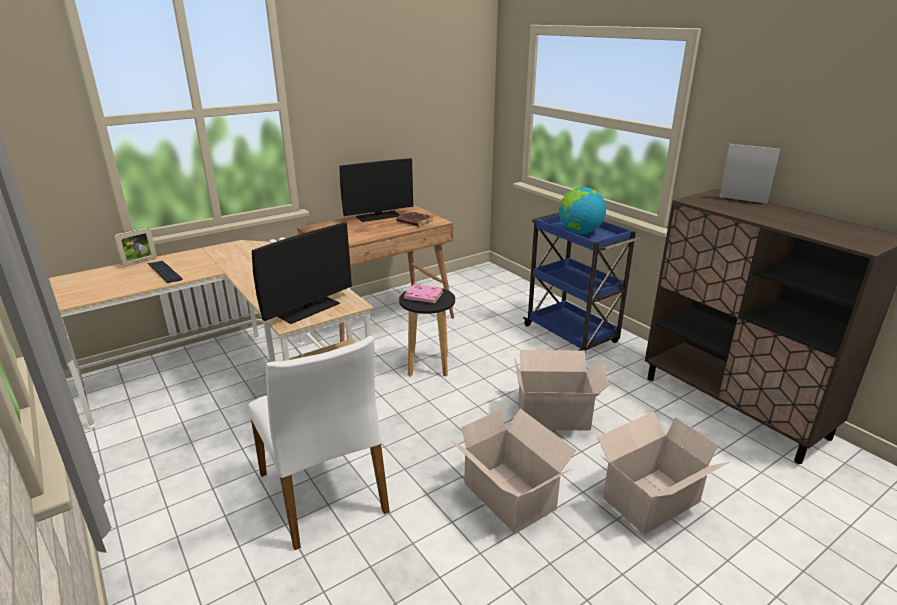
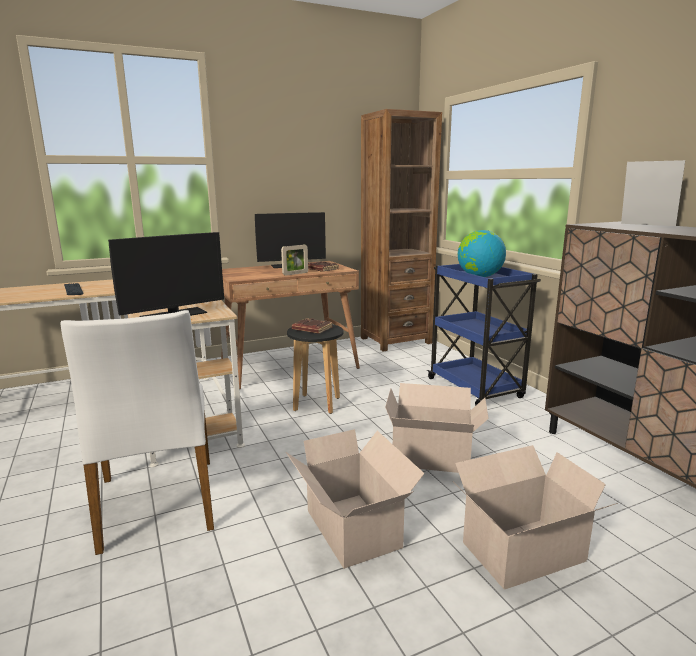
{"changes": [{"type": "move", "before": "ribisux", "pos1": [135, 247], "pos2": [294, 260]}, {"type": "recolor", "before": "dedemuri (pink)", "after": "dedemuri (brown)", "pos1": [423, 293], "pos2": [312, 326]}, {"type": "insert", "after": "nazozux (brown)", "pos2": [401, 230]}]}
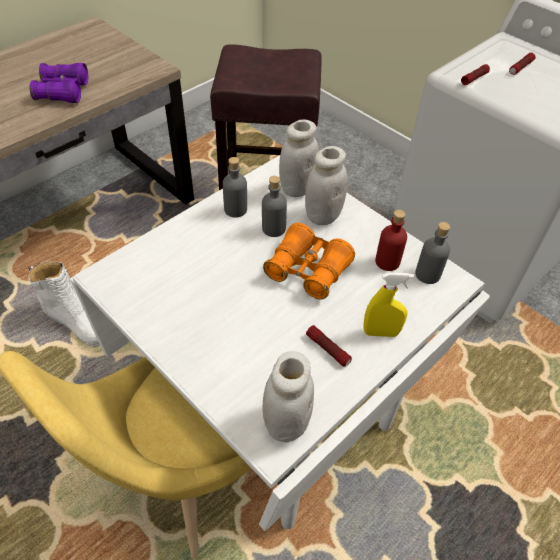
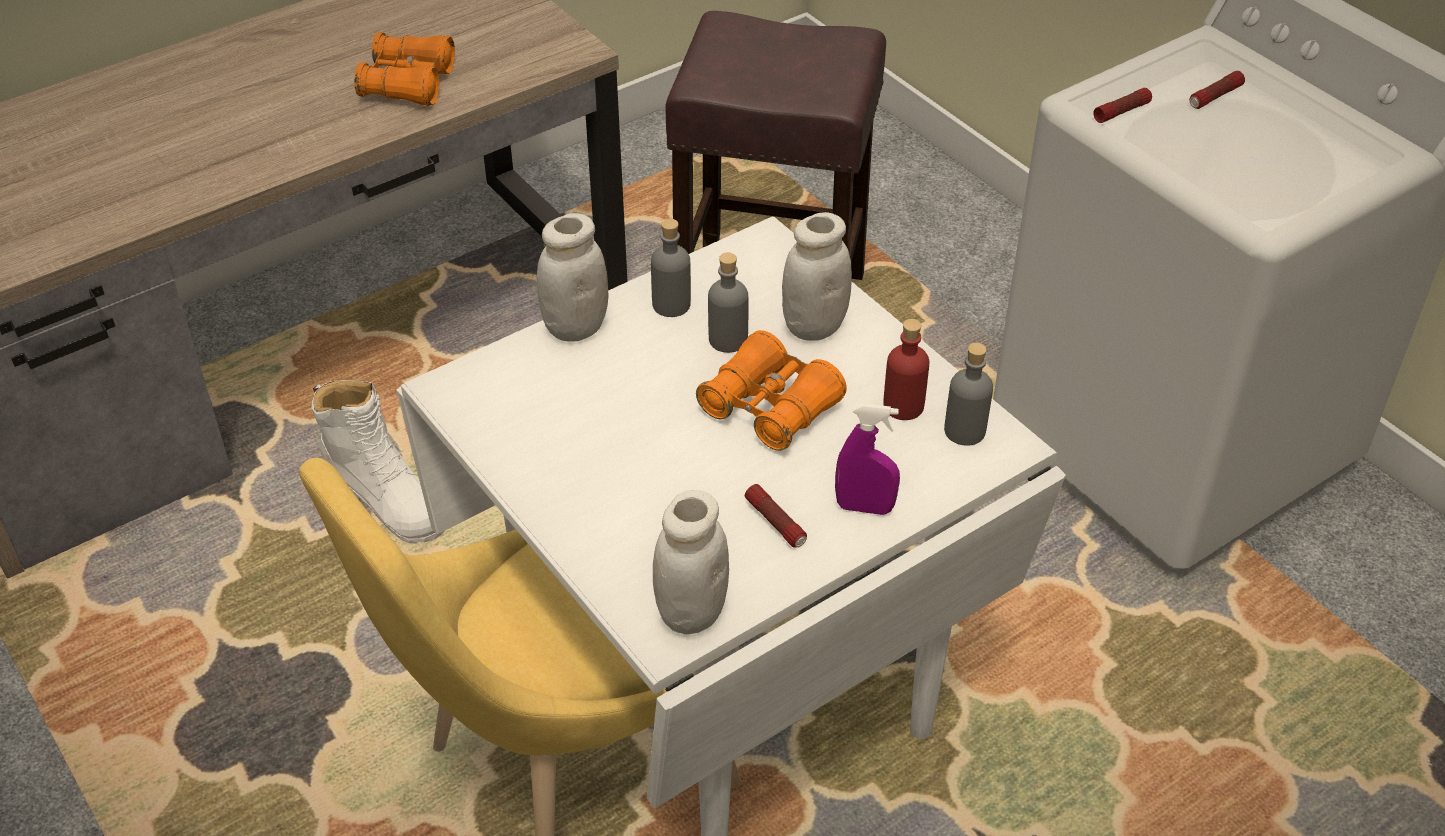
{"changes": [{"type": "recolor", "before": "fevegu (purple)", "after": "fevegu (orange)", "pos1": [59, 83], "pos2": [404, 69]}, {"type": "move", "before": "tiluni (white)", "pos1": [299, 158], "pos2": [573, 277]}, {"type": "recolor", "before": "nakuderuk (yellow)", "after": "nakuderuk (purple)", "pos1": [388, 304], "pos2": [867, 459]}]}
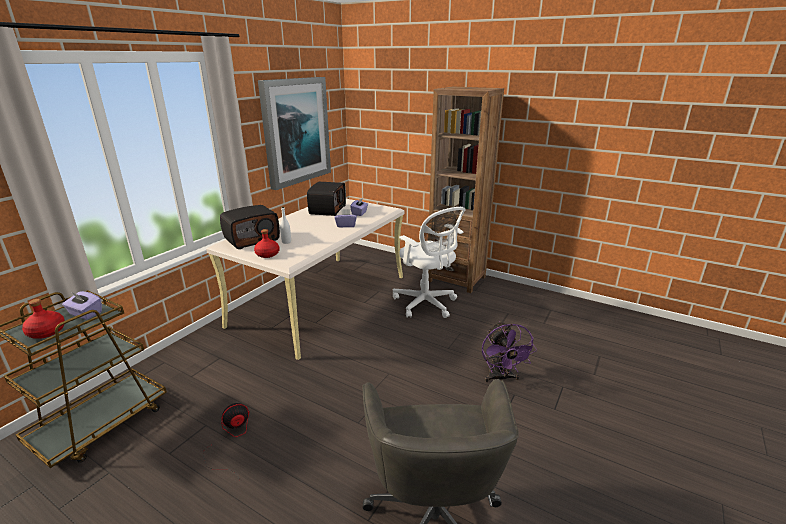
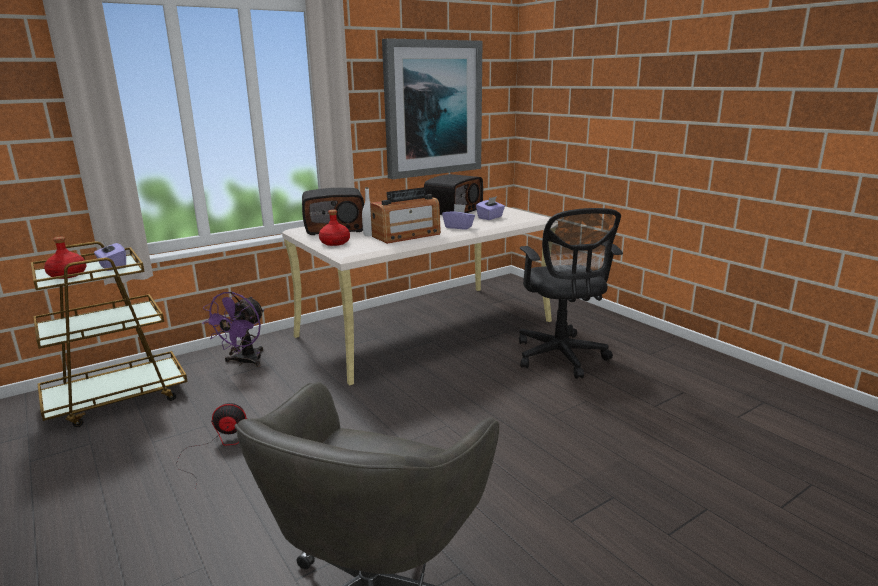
{"changes": [{"type": "move", "before": "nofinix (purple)", "pos1": [509, 351], "pos2": [233, 329]}, {"type": "insert", "after": "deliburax", "pos2": [405, 215]}, {"type": "recolor", "before": "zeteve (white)", "after": "zeteve (black)", "pos1": [429, 262], "pos2": [571, 293]}, {"type": "delete", "before": "nazozux (brown)", "pos1": [466, 190]}]}
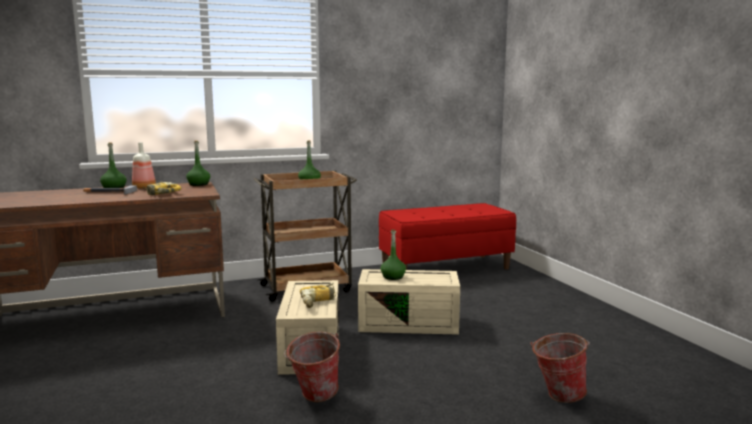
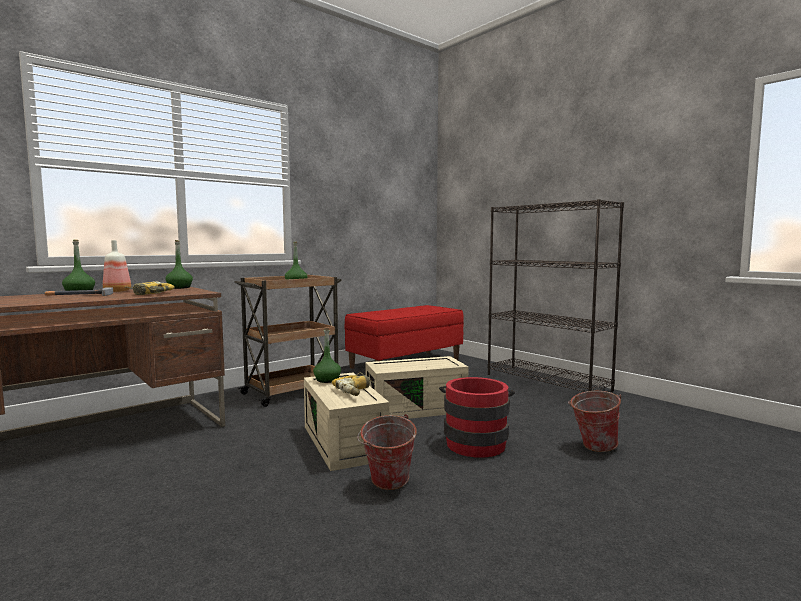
{"changes": [{"type": "move", "before": "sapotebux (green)", "pos1": [393, 255], "pos2": [327, 355]}, {"type": "insert", "after": "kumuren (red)", "pos2": [477, 417]}, {"type": "insert", "after": "nazozux (black)", "pos2": [555, 295]}]}
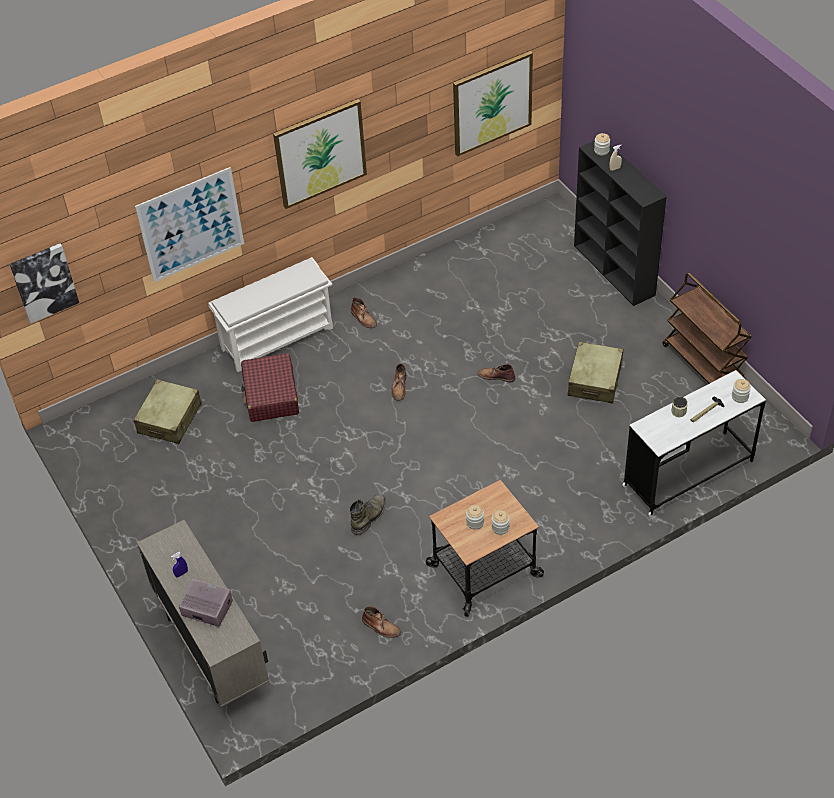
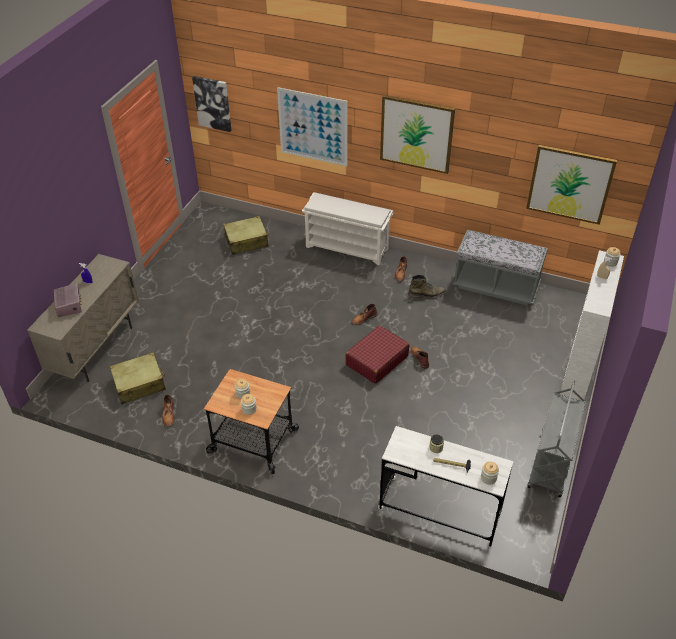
{"changes": [{"type": "move", "before": "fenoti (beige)", "pos1": [595, 373], "pos2": [138, 378]}, {"type": "move", "before": "fenoti (red)", "pos1": [270, 387], "pos2": [377, 354]}, {"type": "move", "before": "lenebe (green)", "pos1": [367, 514], "pos2": [427, 286]}, {"type": "insert", "after": "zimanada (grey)", "pos2": [500, 267]}, {"type": "recolor", "before": "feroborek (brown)", "after": "feroborek (grey)", "pos1": [707, 328], "pos2": [556, 439]}, {"type": "recolor", "before": "nazozux (black)", "after": "nazozux (white)", "pos1": [620, 223], "pos2": [592, 325]}]}
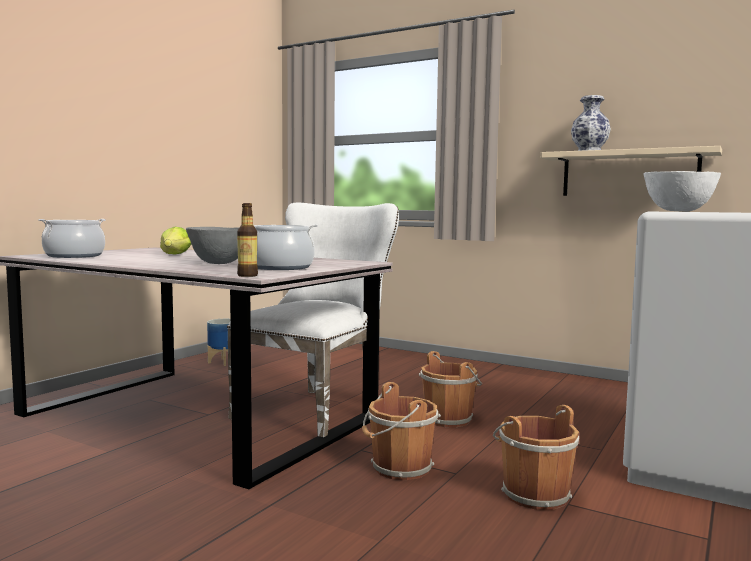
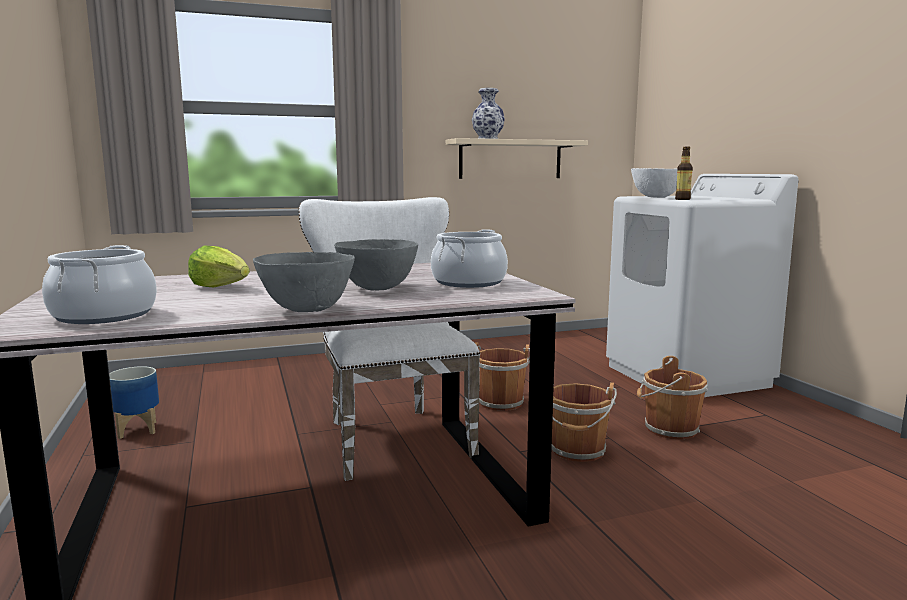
{"changes": [{"type": "insert", "after": "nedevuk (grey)", "pos2": [304, 282]}, {"type": "move", "before": "sapotebux", "pos1": [247, 240], "pos2": [684, 173]}]}
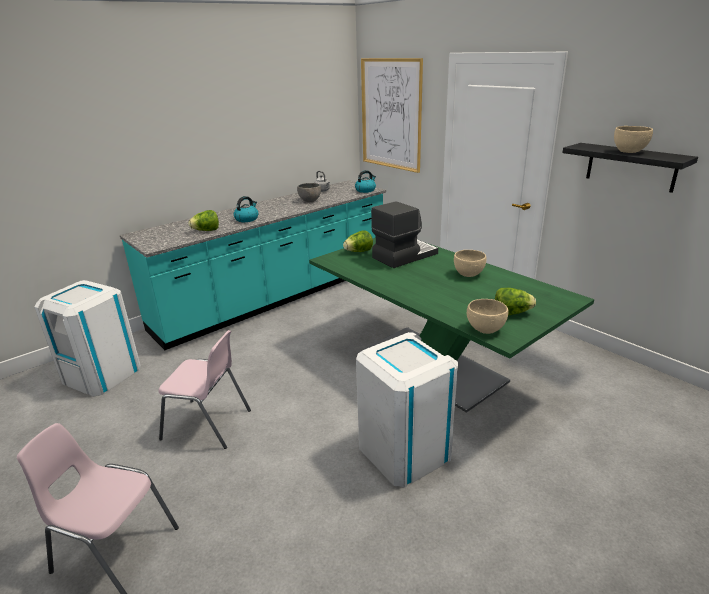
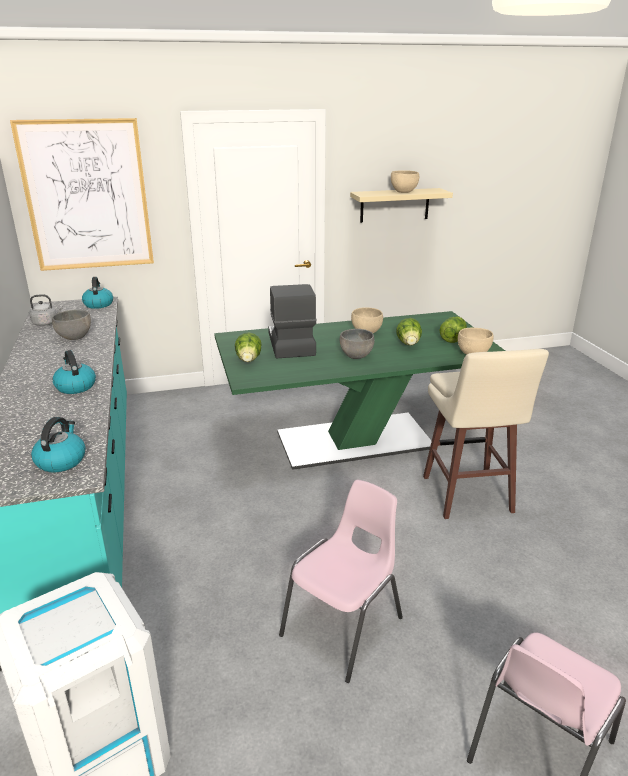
{"changes": [{"type": "insert", "after": "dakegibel", "pos2": [58, 444]}, {"type": "insert", "after": "nedevuk (grey)", "pos2": [357, 344]}, {"type": "recolor", "before": "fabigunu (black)", "after": "fabigunu (beige)", "pos1": [630, 168], "pos2": [401, 205]}, {"type": "move", "before": "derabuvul", "pos1": [204, 220], "pos2": [409, 331]}, {"type": "replace", "before": "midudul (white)", "after": "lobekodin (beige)", "pos1": [407, 409], "pos2": [486, 434]}]}
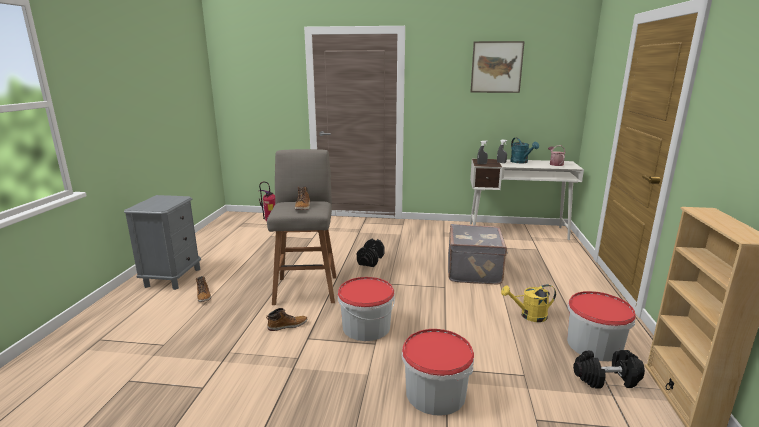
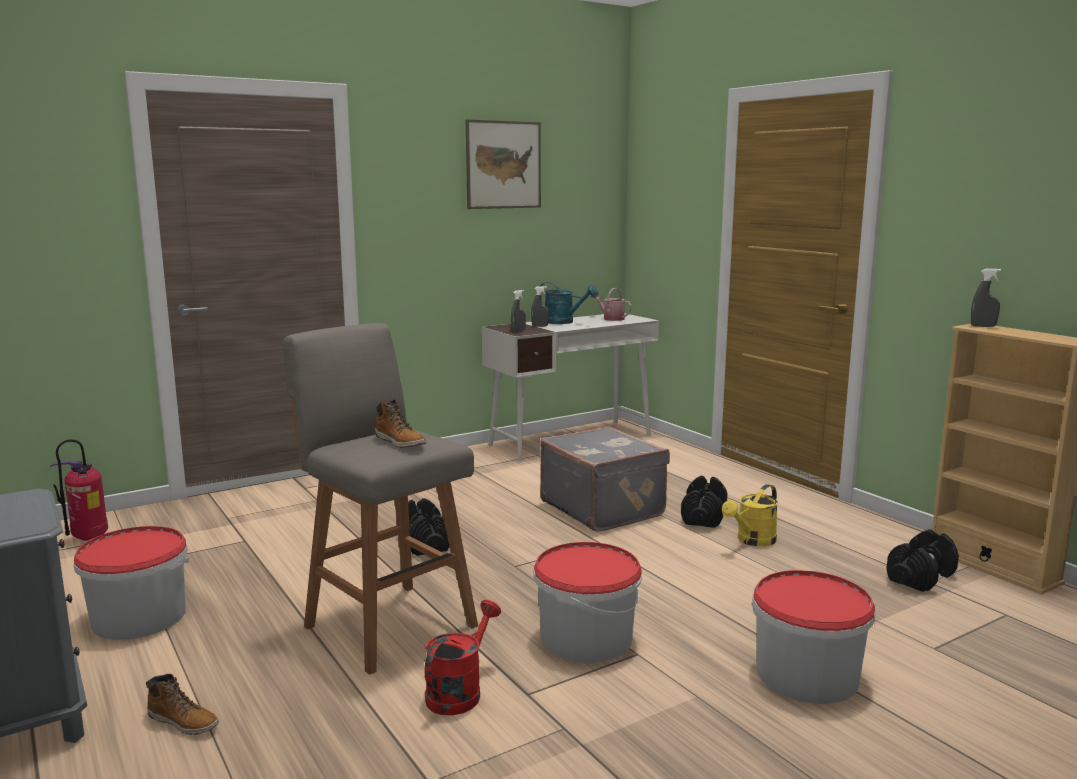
{"changes": [{"type": "move", "before": "kumuren", "pos1": [601, 326], "pos2": [131, 583]}, {"type": "replace", "before": "lenebe", "after": "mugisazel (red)", "pos1": [287, 319], "pos2": [463, 657]}, {"type": "insert", "after": "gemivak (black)", "pos2": [704, 502]}, {"type": "insert", "after": "nakuderuk (grey)", "pos2": [986, 298]}]}
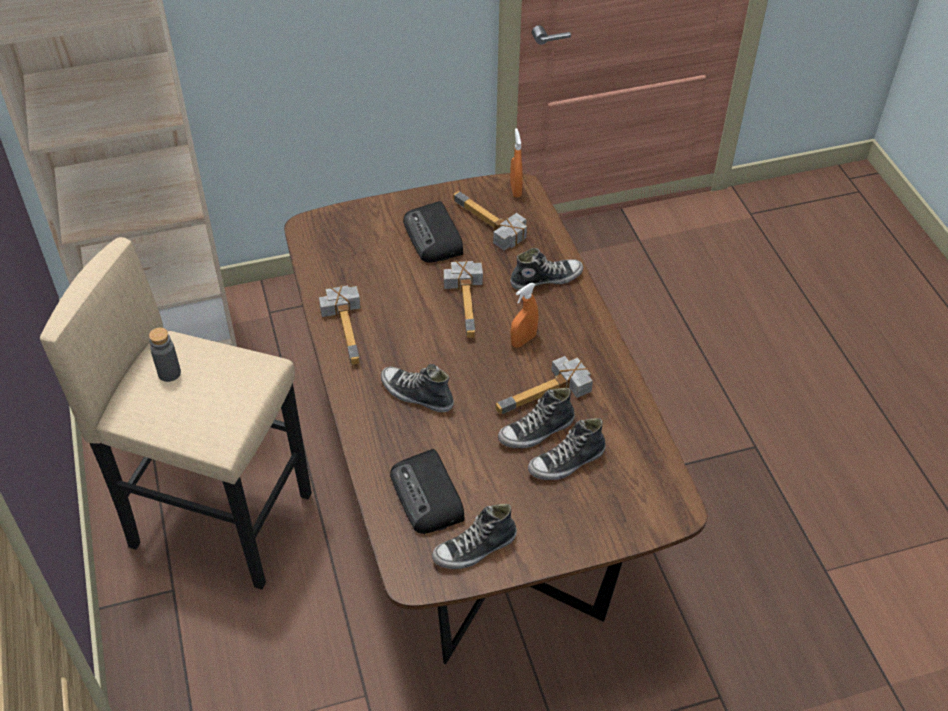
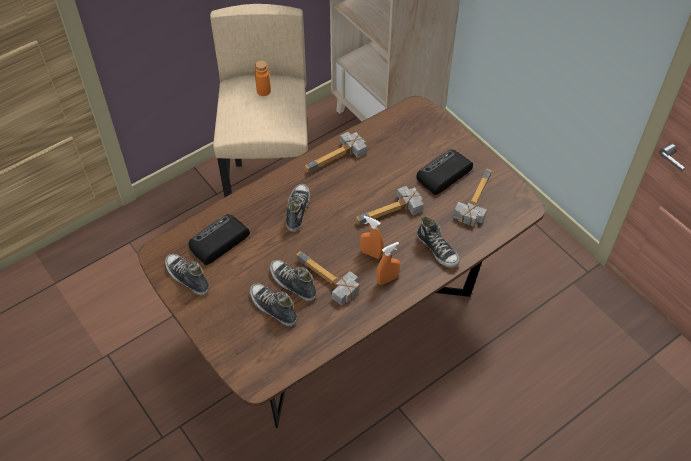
{"changes": [{"type": "recolor", "before": "sapotebux (grey)", "after": "sapotebux (orange)", "pos1": [165, 354], "pos2": [263, 78]}, {"type": "move", "before": "nakuderuk (orange)", "pos1": [516, 163], "pos2": [388, 263]}]}
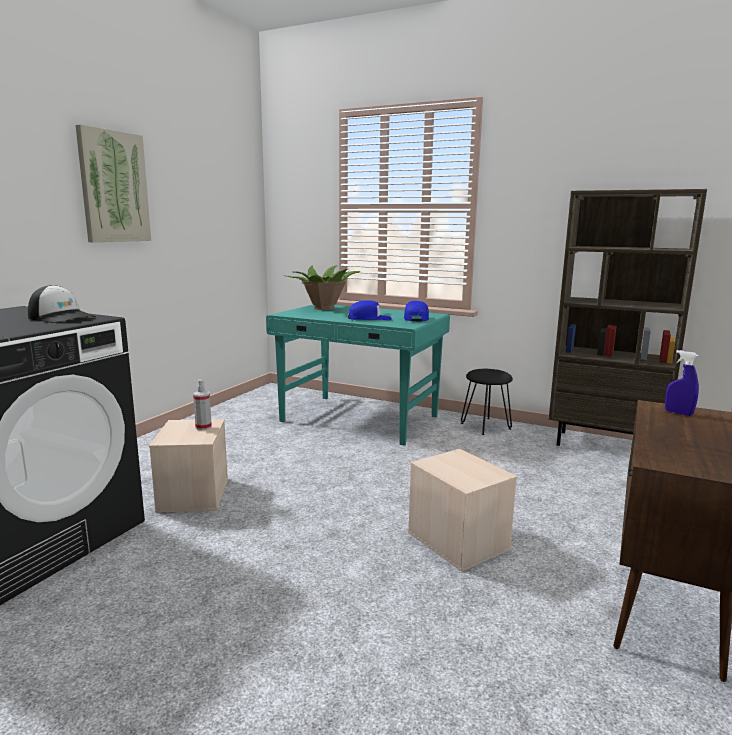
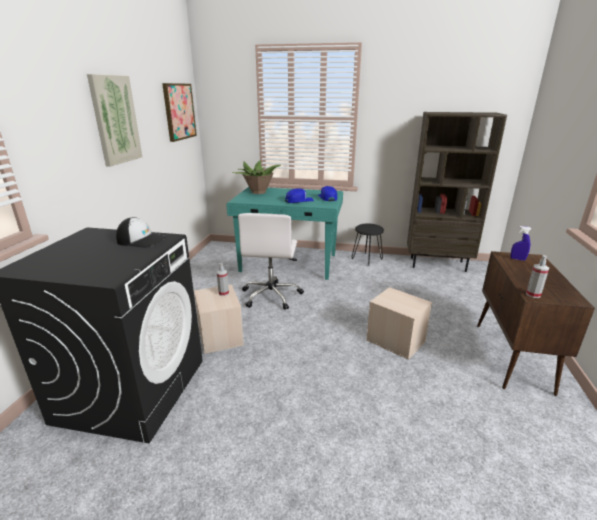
{"changes": [{"type": "insert", "after": "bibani", "pos2": [179, 112]}, {"type": "insert", "after": "zeteve (white)", "pos2": [271, 261]}, {"type": "insert", "after": "nakuderuk", "pos2": [537, 276]}]}
